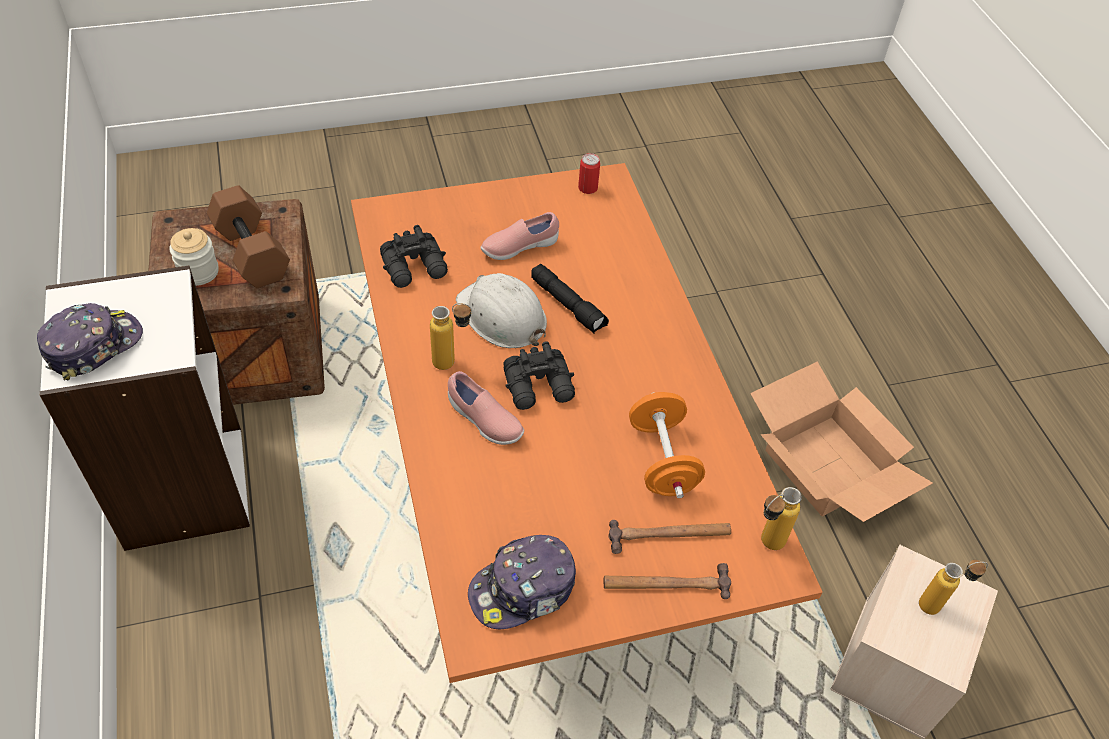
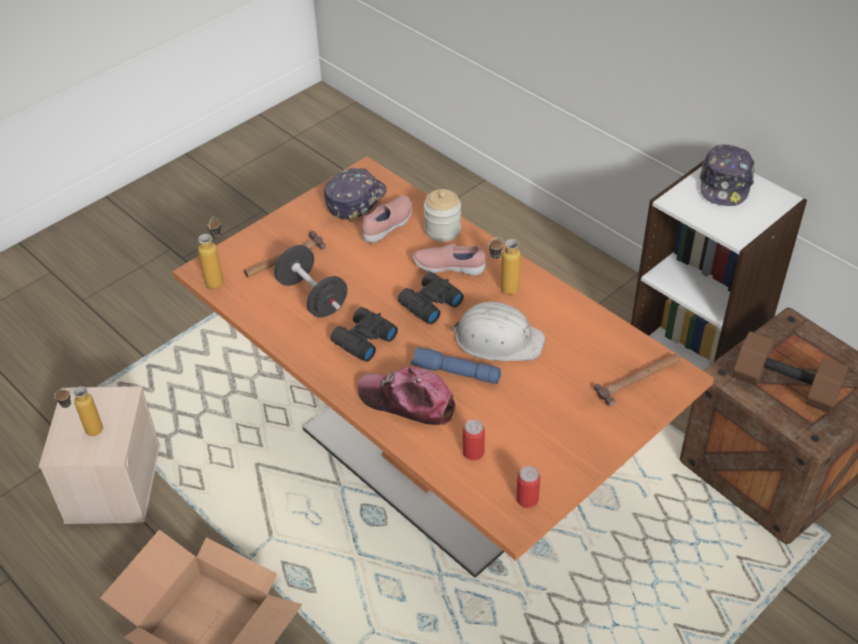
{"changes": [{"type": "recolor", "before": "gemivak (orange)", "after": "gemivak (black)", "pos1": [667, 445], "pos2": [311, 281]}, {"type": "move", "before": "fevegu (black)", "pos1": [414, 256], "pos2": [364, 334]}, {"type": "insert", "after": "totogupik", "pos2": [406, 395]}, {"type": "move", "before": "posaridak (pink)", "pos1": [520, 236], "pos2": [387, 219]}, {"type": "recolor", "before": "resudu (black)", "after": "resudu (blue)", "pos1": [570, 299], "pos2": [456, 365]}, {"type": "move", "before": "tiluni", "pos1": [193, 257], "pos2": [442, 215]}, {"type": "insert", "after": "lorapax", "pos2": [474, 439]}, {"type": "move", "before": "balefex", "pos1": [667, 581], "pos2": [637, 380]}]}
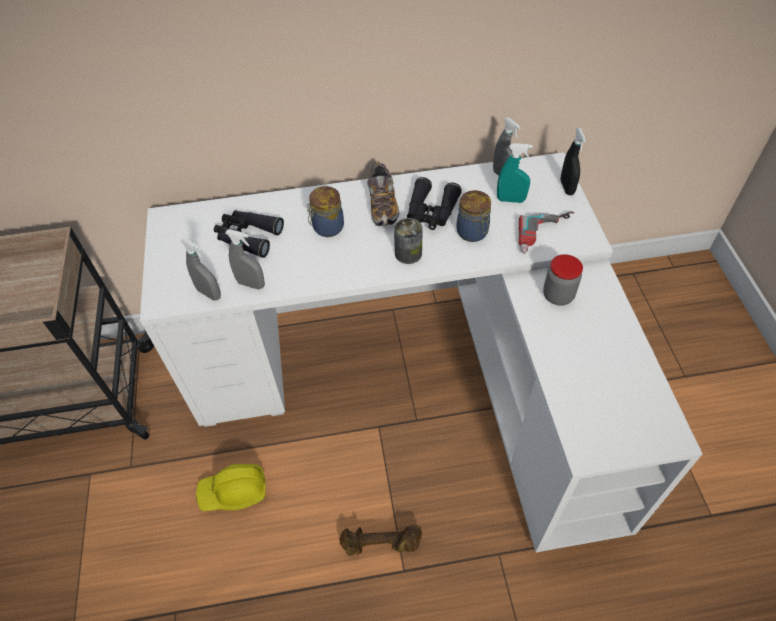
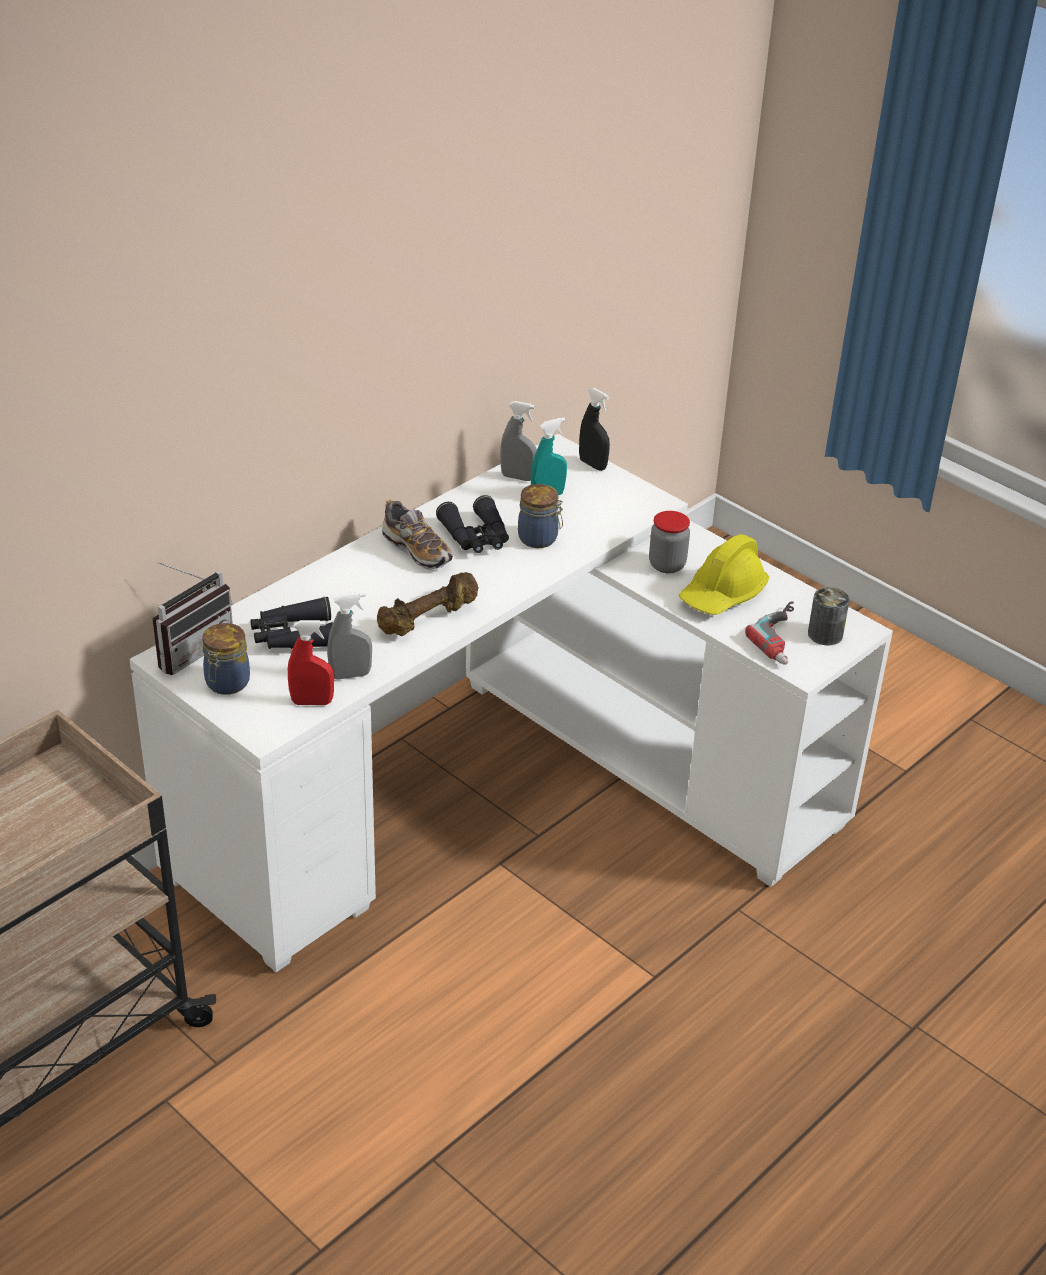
{"changes": [{"type": "insert", "after": "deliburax", "pos2": [192, 618]}, {"type": "move", "before": "tiluni", "pos1": [325, 211], "pos2": [226, 659]}, {"type": "recolor", "before": "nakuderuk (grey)", "after": "nakuderuk (red)", "pos1": [200, 269], "pos2": [311, 662]}, {"type": "move", "before": "gemivak (brown)", "pos1": [380, 540], "pos2": [428, 604]}, {"type": "move", "before": "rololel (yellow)", "pos1": [231, 487], "pos2": [724, 574]}, {"type": "move", "before": "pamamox", "pos1": [546, 233], "pos2": [769, 633]}, {"type": "move", "before": "lorapax", "pos1": [408, 241], "pos2": [829, 616]}]}
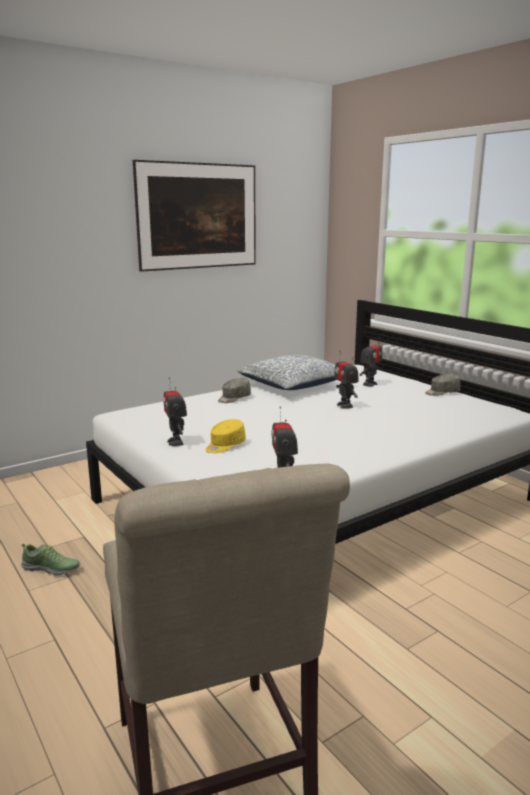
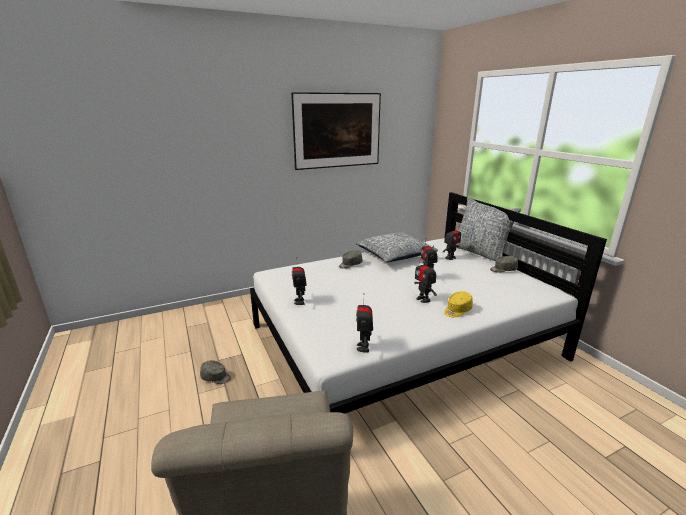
{"changes": [{"type": "replace", "before": "posaridak", "after": "totogupik (grey)", "pos1": [50, 559], "pos2": [215, 372]}, {"type": "insert", "after": "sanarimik", "pos2": [425, 279]}, {"type": "move", "before": "totogupik (yellow)", "pos1": [225, 436], "pos2": [458, 304]}, {"type": "insert", "after": "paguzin", "pos2": [488, 229]}]}
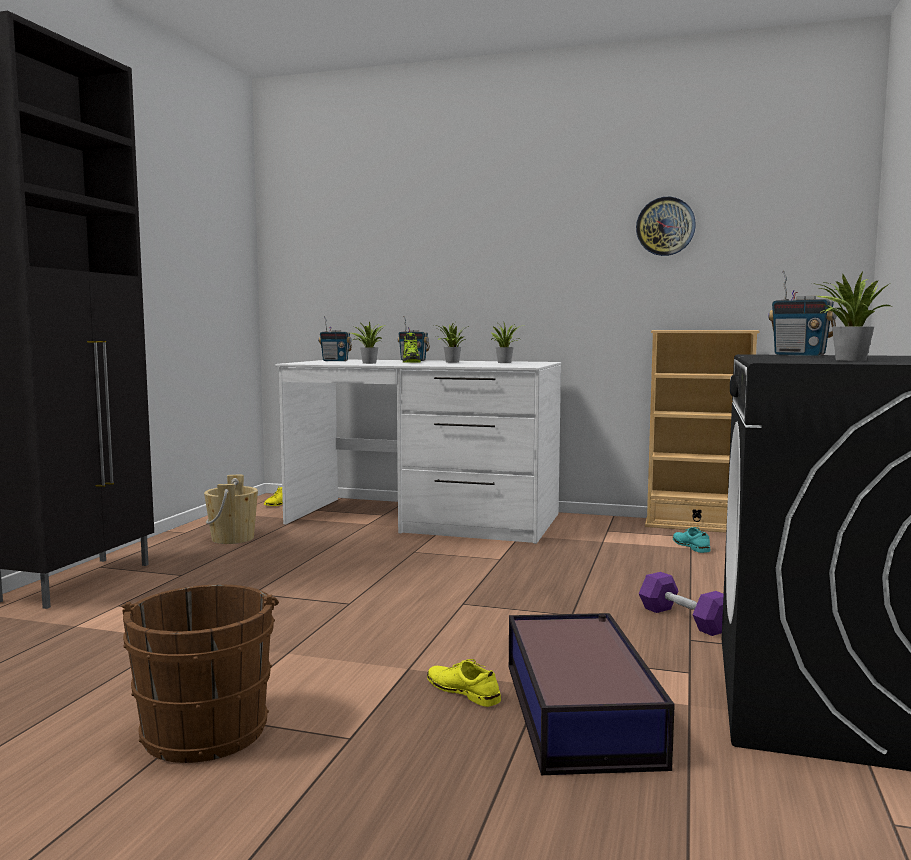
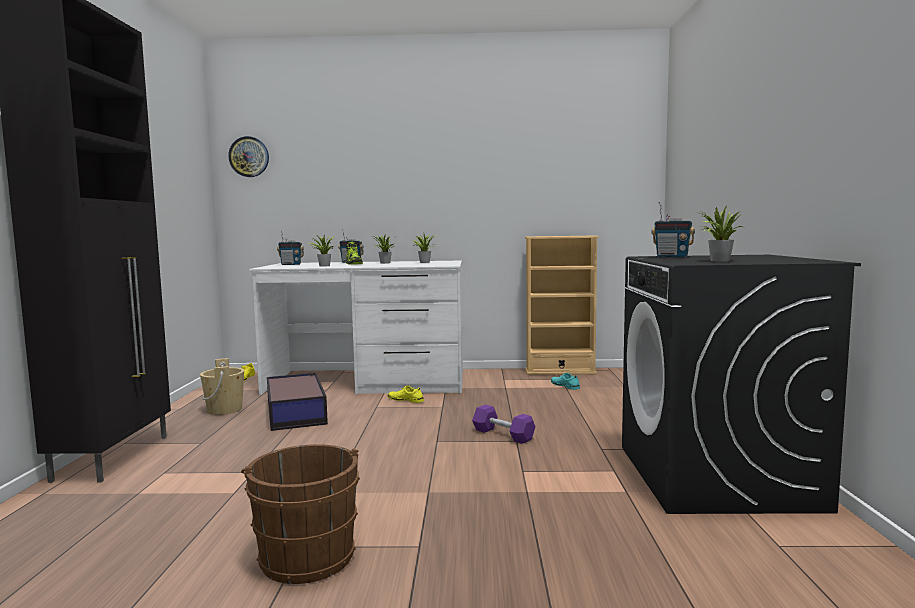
{"changes": [{"type": "move", "before": "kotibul", "pos1": [666, 226], "pos2": [248, 156]}, {"type": "move", "before": "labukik", "pos1": [592, 694], "pos2": [297, 402]}, {"type": "move", "before": "posaridak (yellow)", "pos1": [464, 683], "pos2": [406, 394]}, {"type": "move", "before": "gemivak (purple)", "pos1": [681, 604], "pos2": [504, 424]}]}
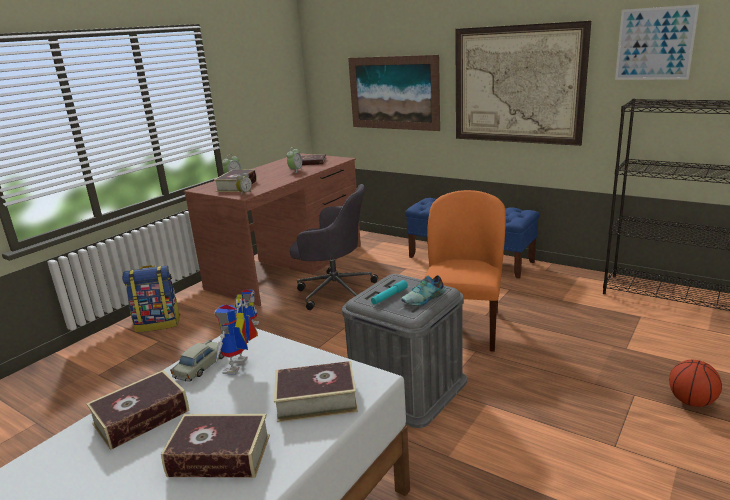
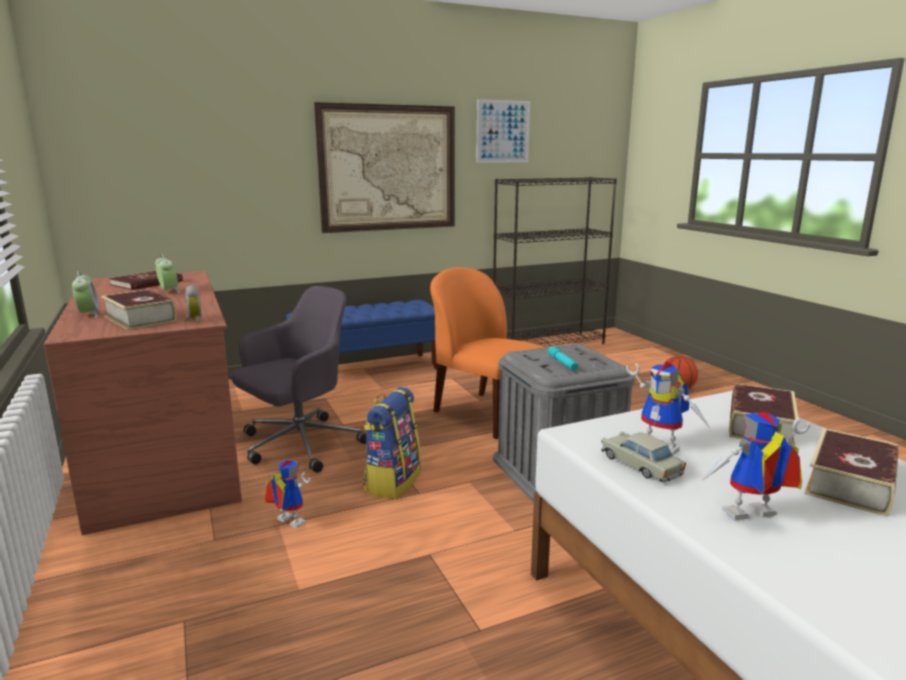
{"changes": [{"type": "move", "before": "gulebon", "pos1": [151, 299], "pos2": [392, 443]}, {"type": "replace", "before": "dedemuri", "after": "sanarimik", "pos1": [138, 410], "pos2": [756, 466]}, {"type": "delete", "before": "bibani", "pos1": [394, 93]}, {"type": "delete", "before": "posaridak", "pos1": [423, 290]}]}
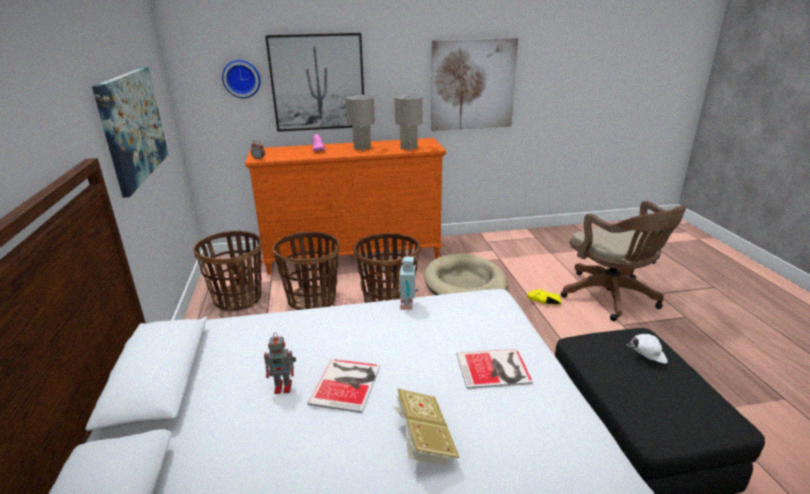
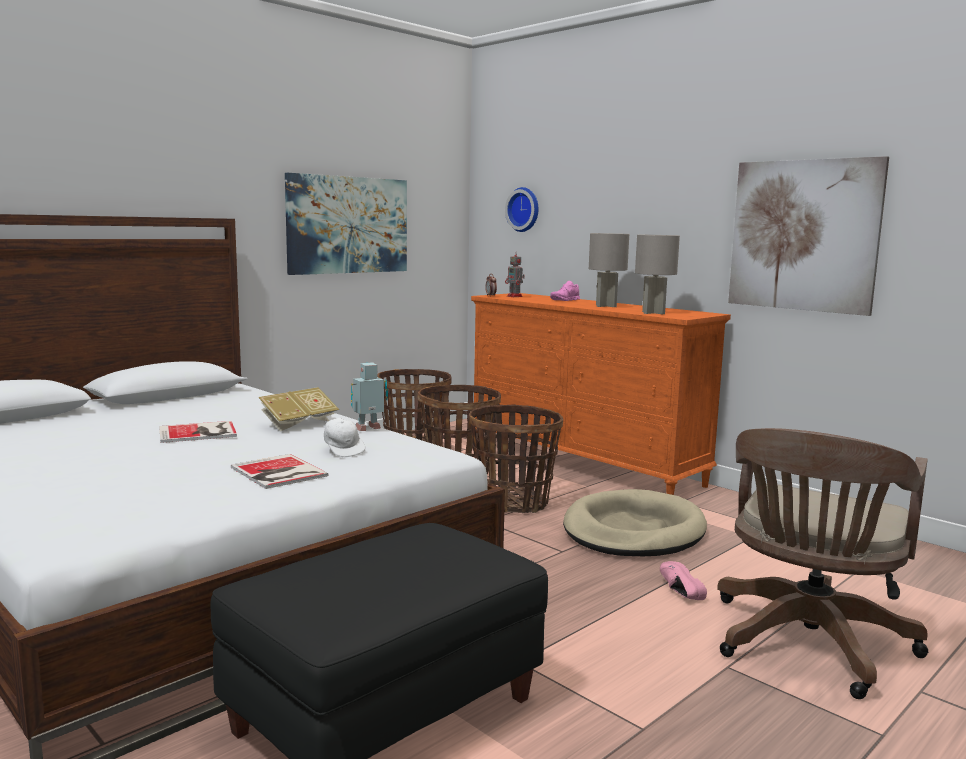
{"changes": [{"type": "move", "before": "dedemuri", "pos1": [426, 426], "pos2": [298, 409]}, {"type": "move", "before": "totogupik (white)", "pos1": [647, 349], "pos2": [344, 437]}, {"type": "move", "before": "sanarimik", "pos1": [280, 364], "pos2": [515, 274]}, {"type": "recolor", "before": "posaridak (yellow)", "after": "posaridak (pink)", "pos1": [544, 297], "pos2": [683, 580]}, {"type": "delete", "before": "bibani", "pos1": [314, 82]}]}
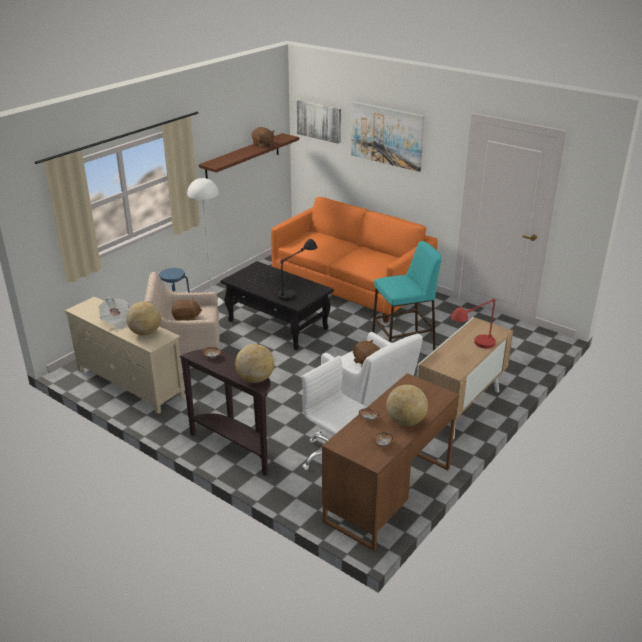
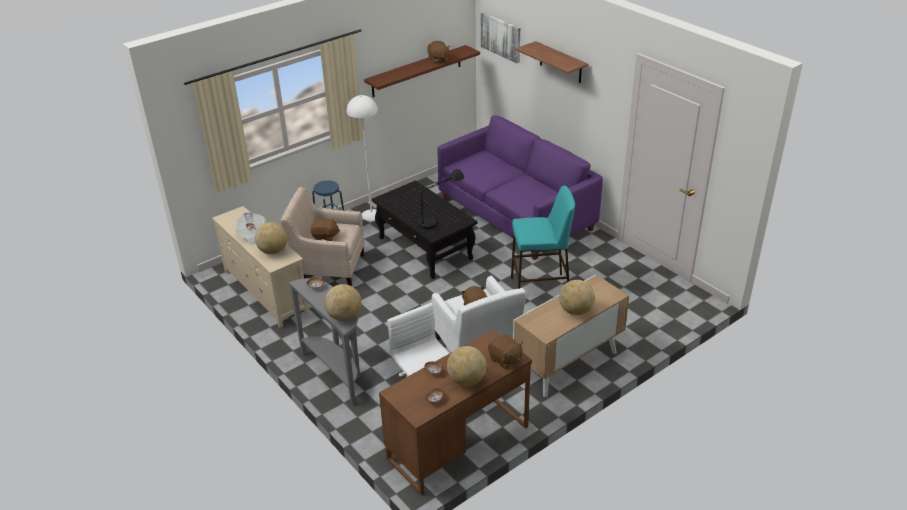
{"changes": [{"type": "recolor", "before": "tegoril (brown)", "after": "tegoril (grey)", "pos1": [225, 412], "pos2": [324, 341]}, {"type": "recolor", "before": "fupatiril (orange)", "after": "fupatiril (purple)", "pos1": [354, 260], "pos2": [520, 188]}, {"type": "insert", "after": "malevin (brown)", "pos2": [505, 351]}, {"type": "replace", "before": "bibani", "after": "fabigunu", "pos1": [388, 137], "pos2": [551, 62]}, {"type": "replace", "before": "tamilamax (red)", "after": "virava", "pos1": [473, 323], "pos2": [577, 297]}]}
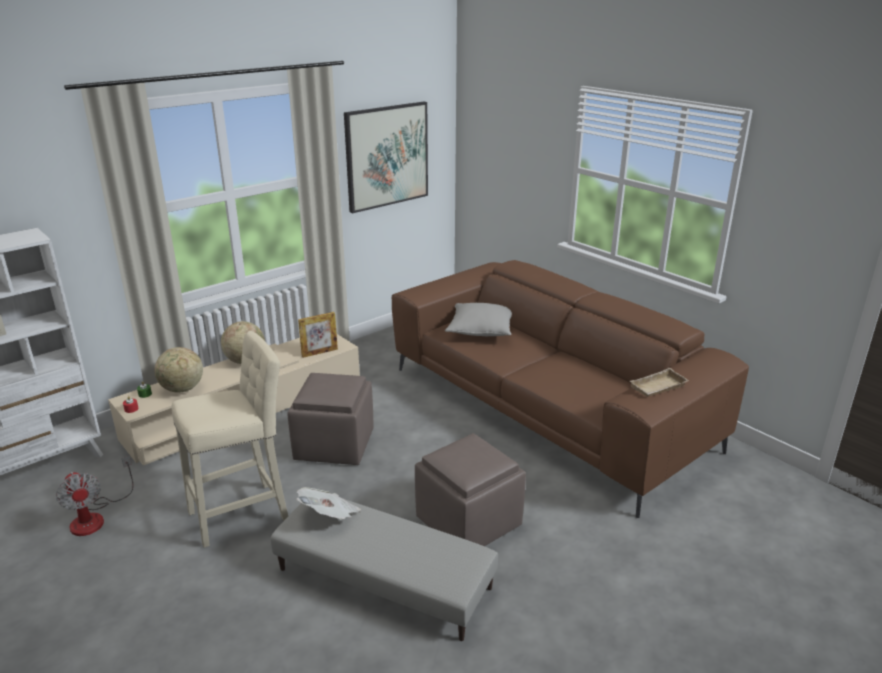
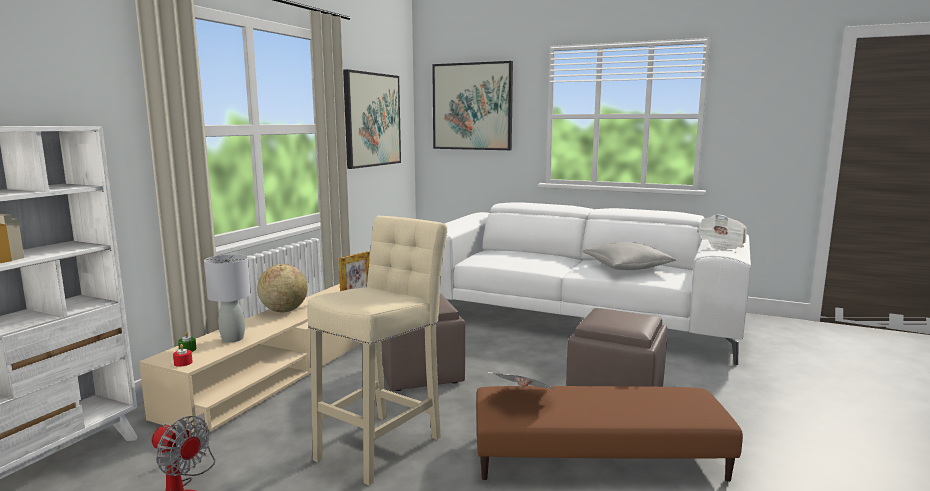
{"changes": [{"type": "replace", "before": "virava", "after": "tamilamax (grey)", "pos1": [179, 369], "pos2": [227, 298]}, {"type": "insert", "after": "bibani", "pos2": [472, 105]}, {"type": "recolor", "before": "fupatiril (brown)", "after": "fupatiril (white)", "pos1": [570, 389], "pos2": [595, 283]}, {"type": "recolor", "before": "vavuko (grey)", "after": "vavuko (brown)", "pos1": [384, 570], "pos2": [609, 434]}, {"type": "move", "before": "paguzin (grey)", "pos1": [478, 319], "pos2": [629, 256]}, {"type": "replace", "before": "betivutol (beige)", "after": "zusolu", "pos1": [659, 382], "pos2": [722, 232]}]}
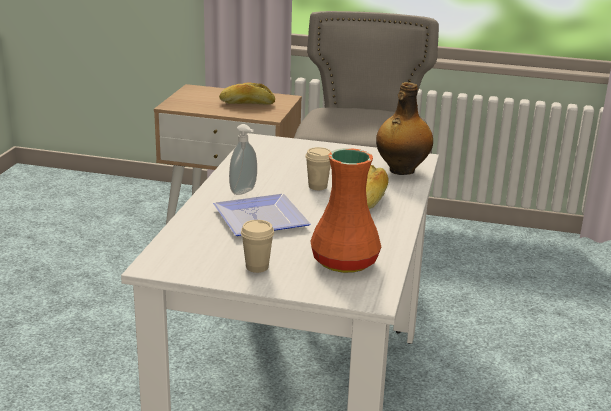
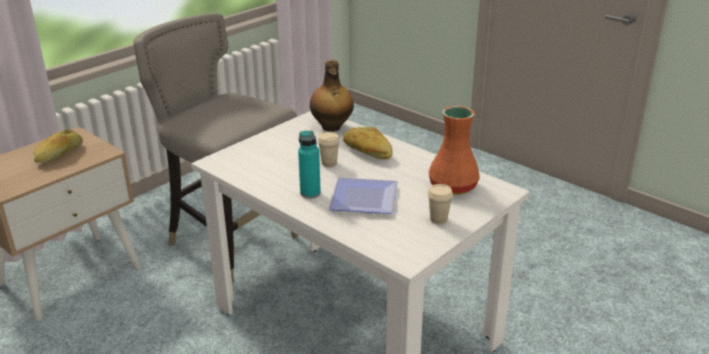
{"changes": [{"type": "replace", "before": "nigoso", "after": "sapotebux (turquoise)", "pos1": [243, 159], "pos2": [309, 164]}]}
